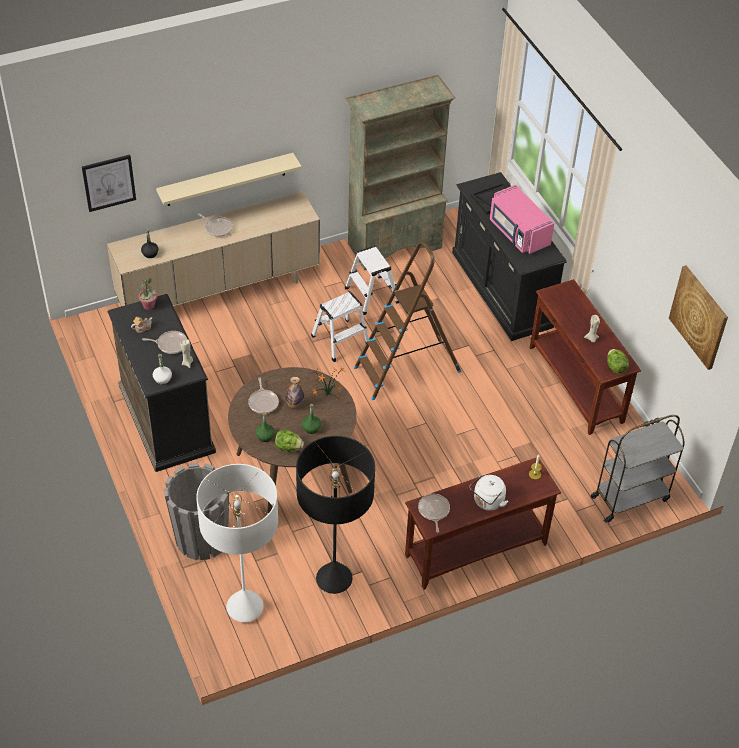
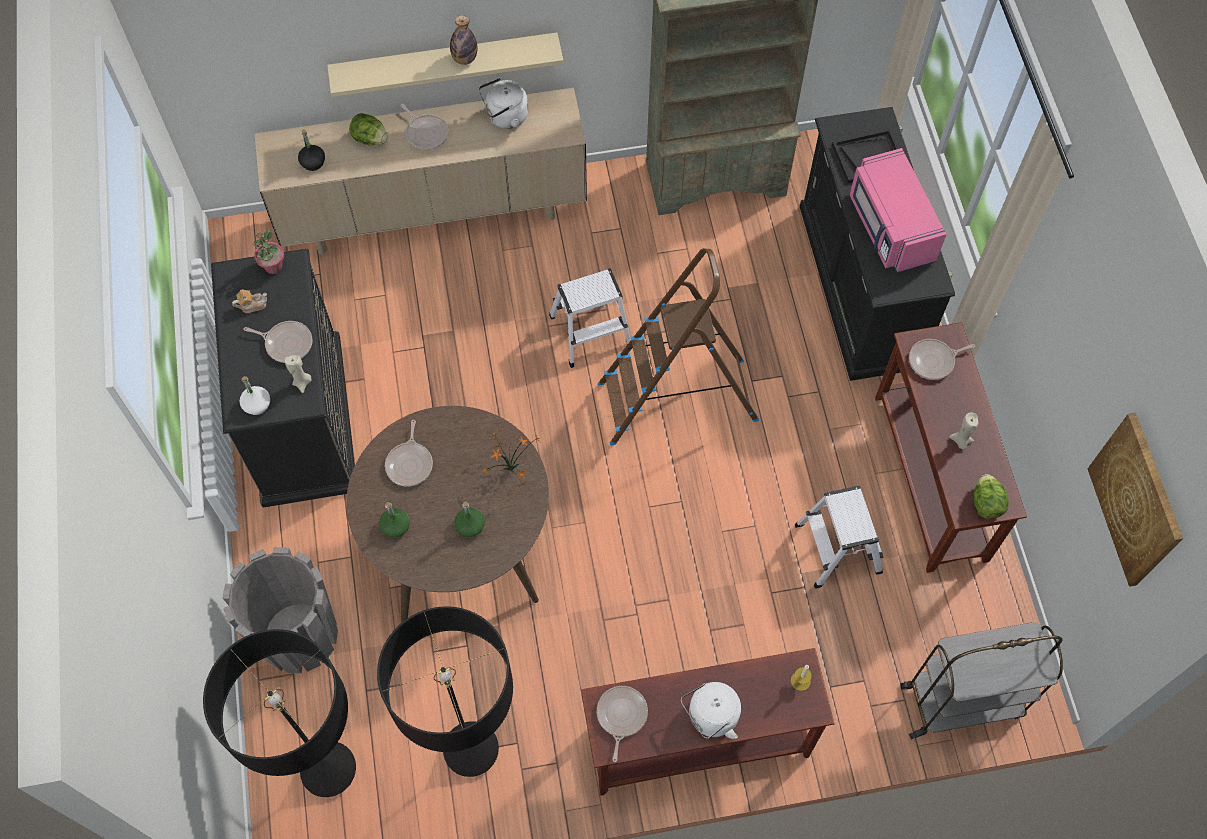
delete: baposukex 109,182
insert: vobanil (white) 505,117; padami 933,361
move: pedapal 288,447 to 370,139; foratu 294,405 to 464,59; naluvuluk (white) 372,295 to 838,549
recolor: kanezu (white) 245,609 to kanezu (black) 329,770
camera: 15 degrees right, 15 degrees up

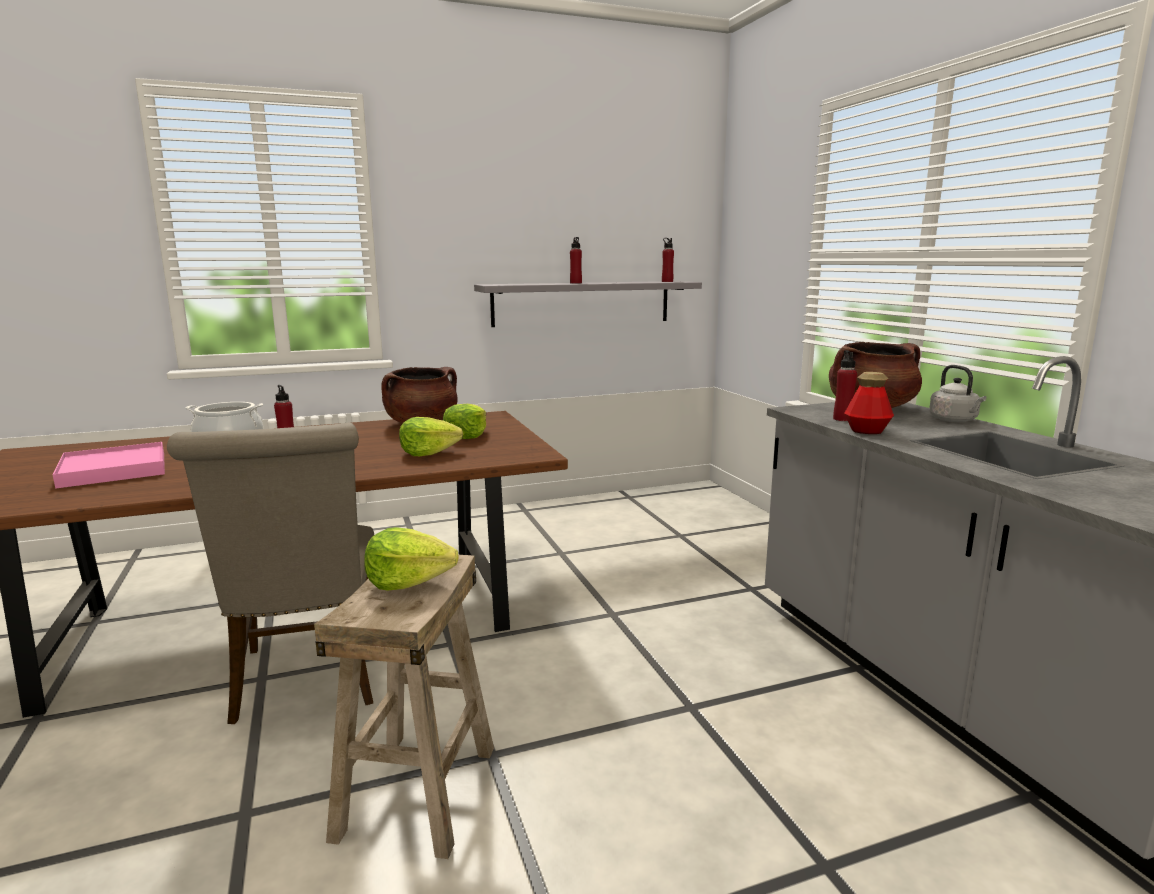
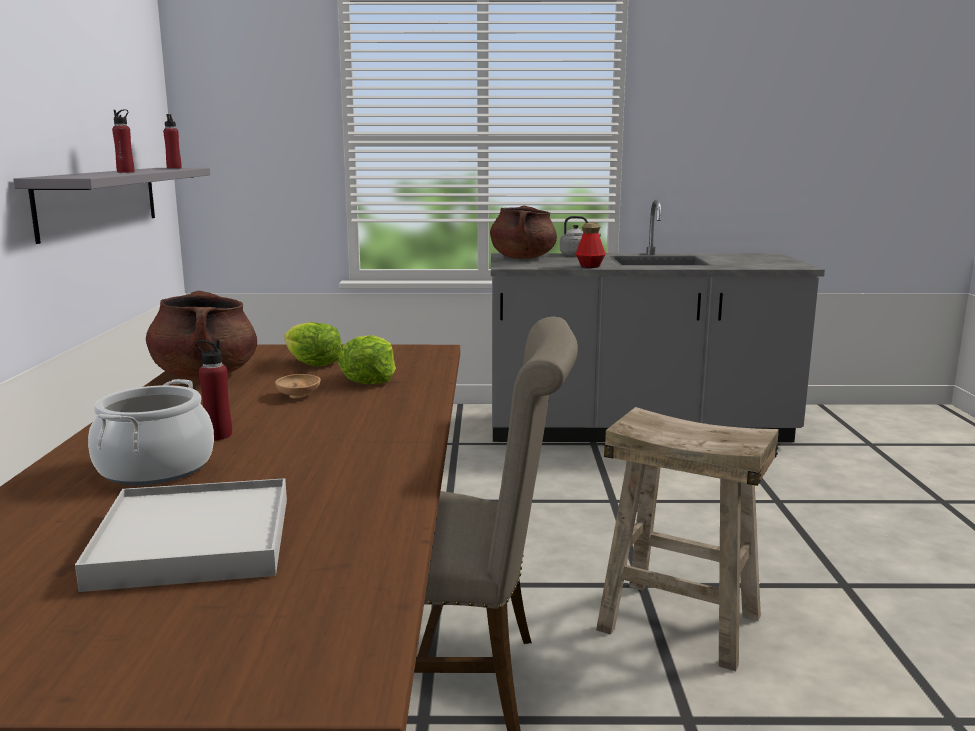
delete: pedapal 408,581; foratu (red) 842,419
insert: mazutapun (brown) 298,395
recolor: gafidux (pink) 113,470 to gafidux (white) 195,541
camera: 70 degrees left, 0 degrees up

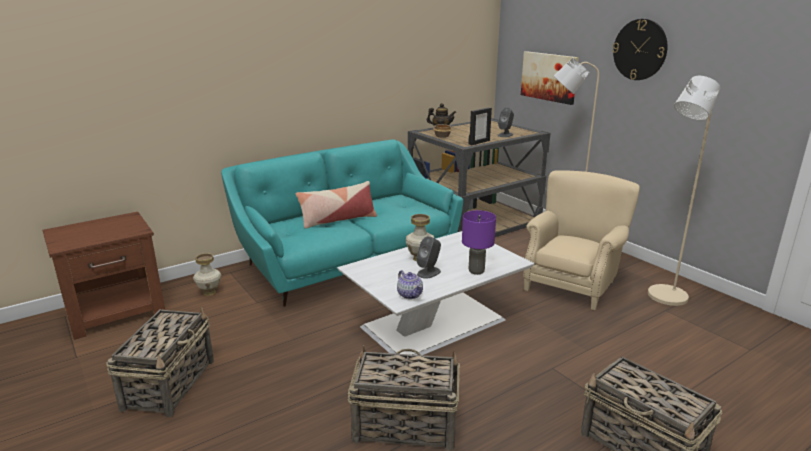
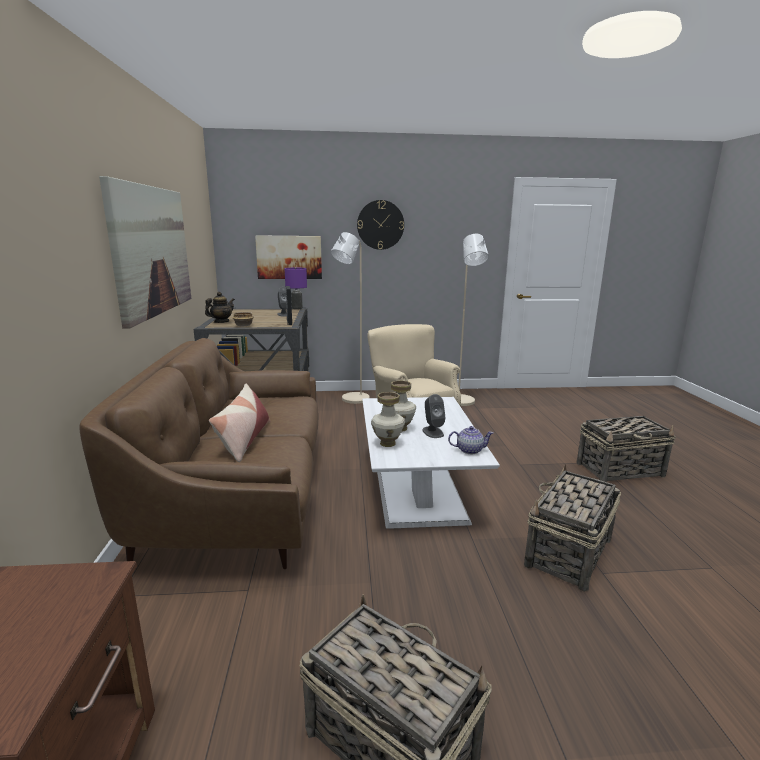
insert: baposukex 152,250
move: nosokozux 209,292 to 387,443; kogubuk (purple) 477,272 to 297,308
recolor: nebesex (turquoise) 346,262 to nebesex (brown) 239,496
camera: 60 degrees left, 5 degrees down

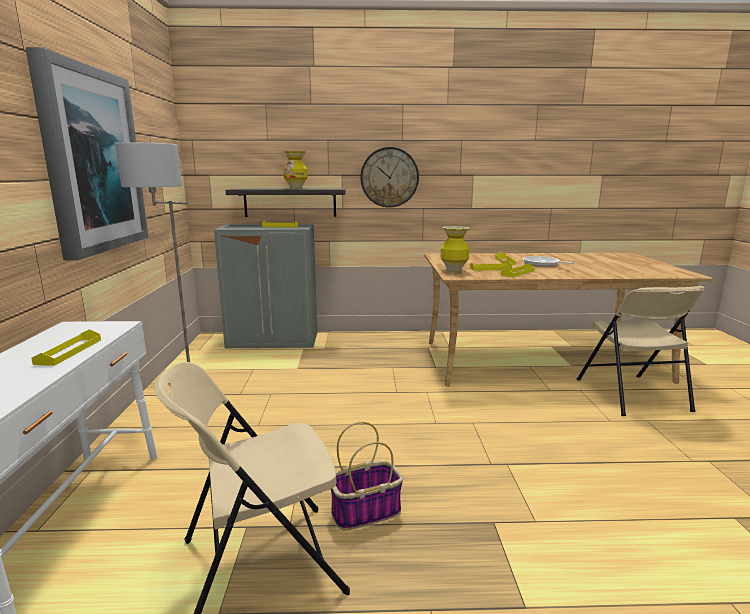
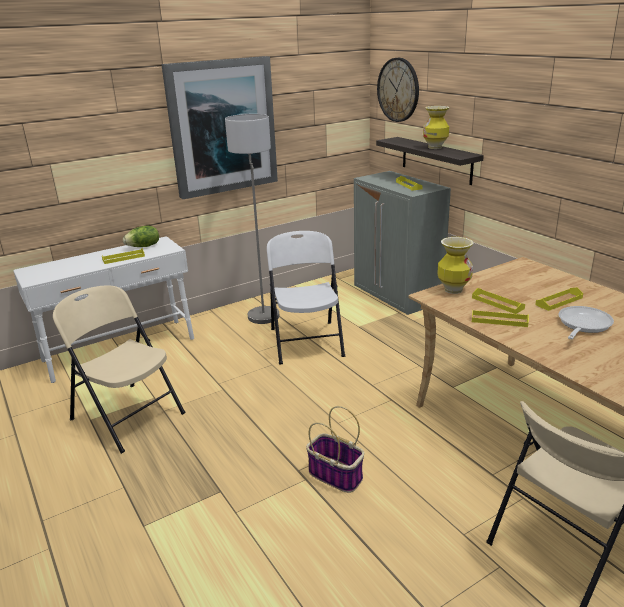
insert: pedapal 144,246; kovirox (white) 306,342
move: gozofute 366,511 to 336,475; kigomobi 389,177 to 398,90
camera: 60 degrees right, 10 degrees up

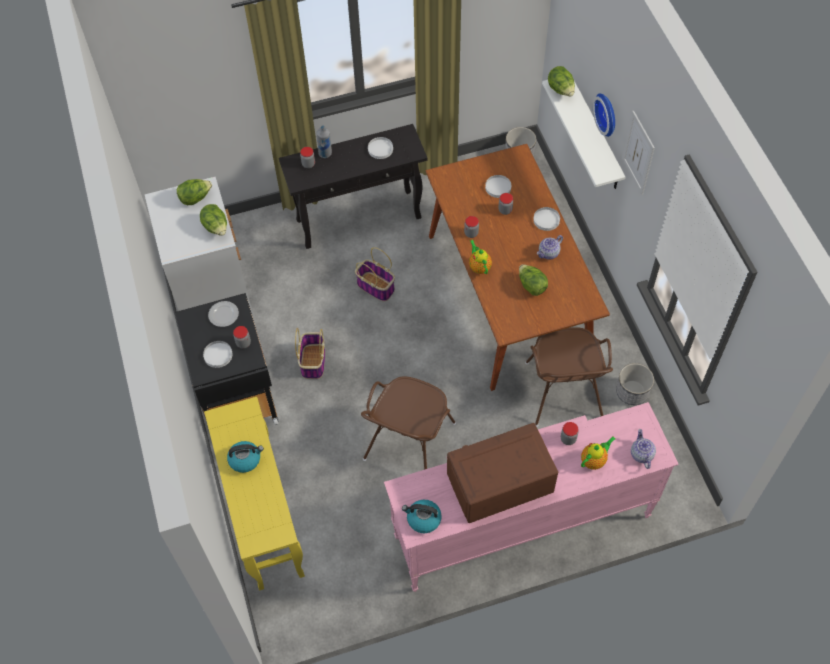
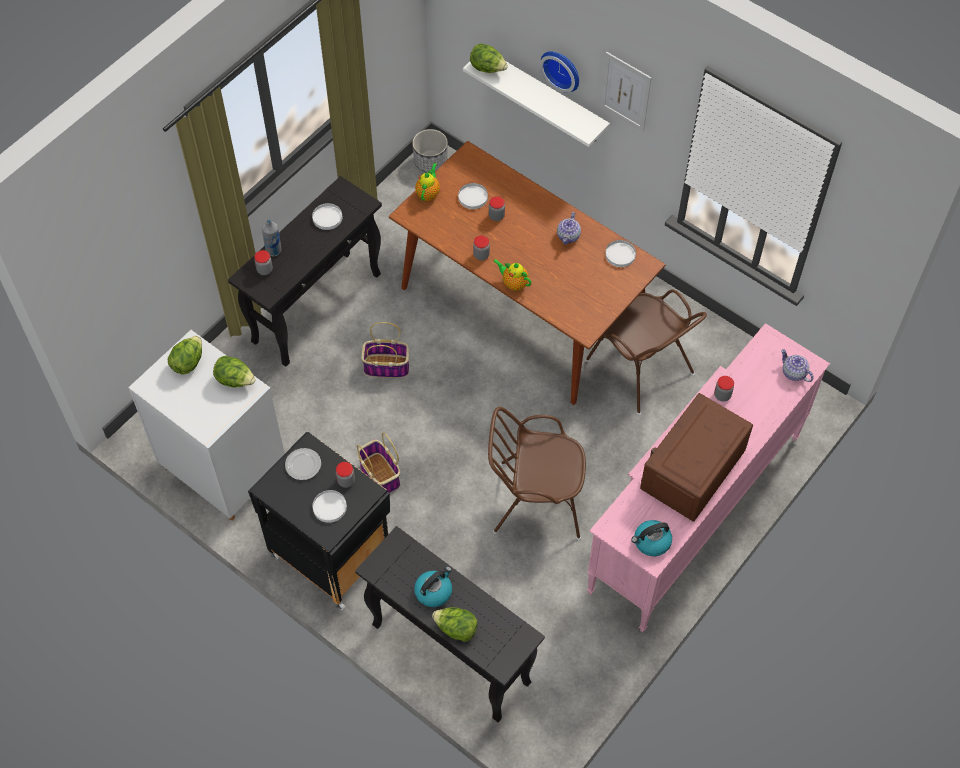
delete: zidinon 632,392
move: pedapal 531,286 to 456,629; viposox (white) 546,220 to 620,255; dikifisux 594,460 to 428,193
recolor: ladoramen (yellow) 264,519 to ladoramen (black) 449,653
rotate: kovirox (brown) 408,444 = 534,500 105 degrees clockwise
camera: 35 degrees left, 0 degrees up

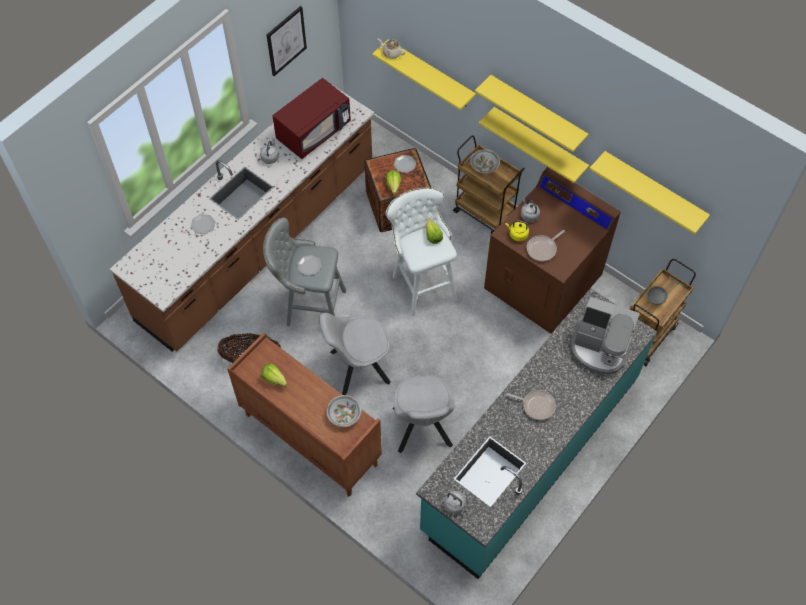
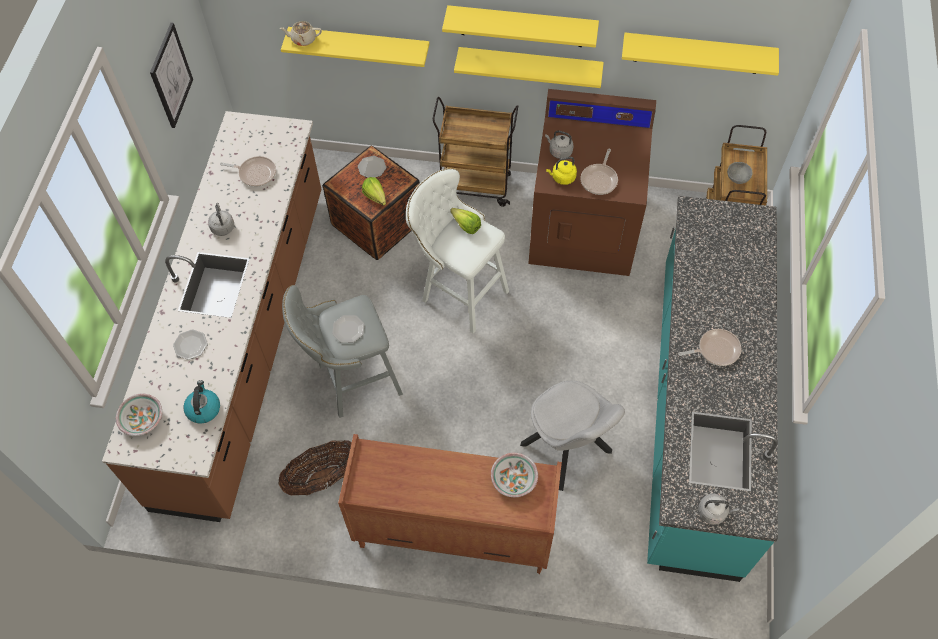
delete: pedapal 276,381; kovirox (grey) 358,367; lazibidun 600,348
insert: vobanil 203,409
move: mazutapun 484,166 to 142,419
replace: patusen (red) 313,131 to padami 255,173
camera: 30 degrees left, 0 degrees up

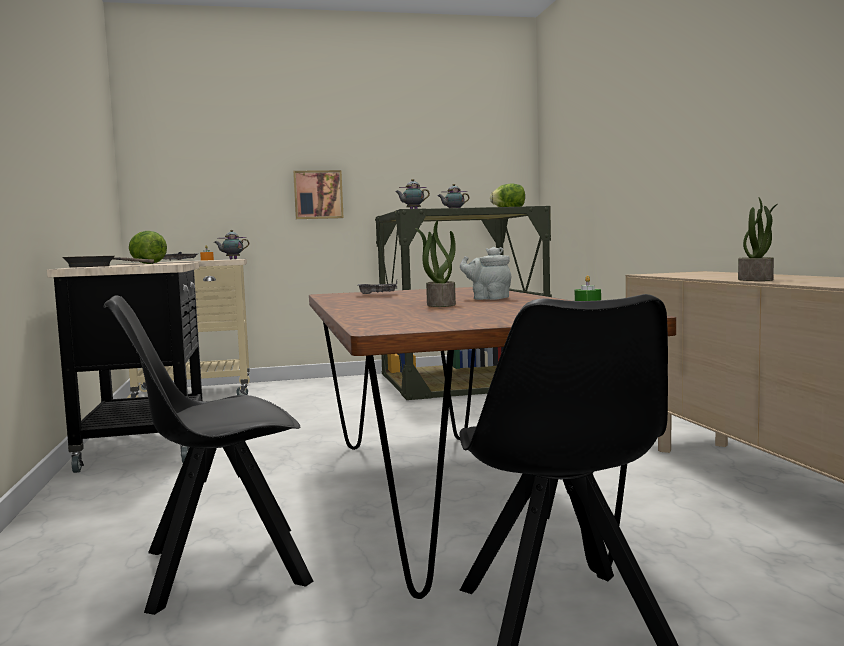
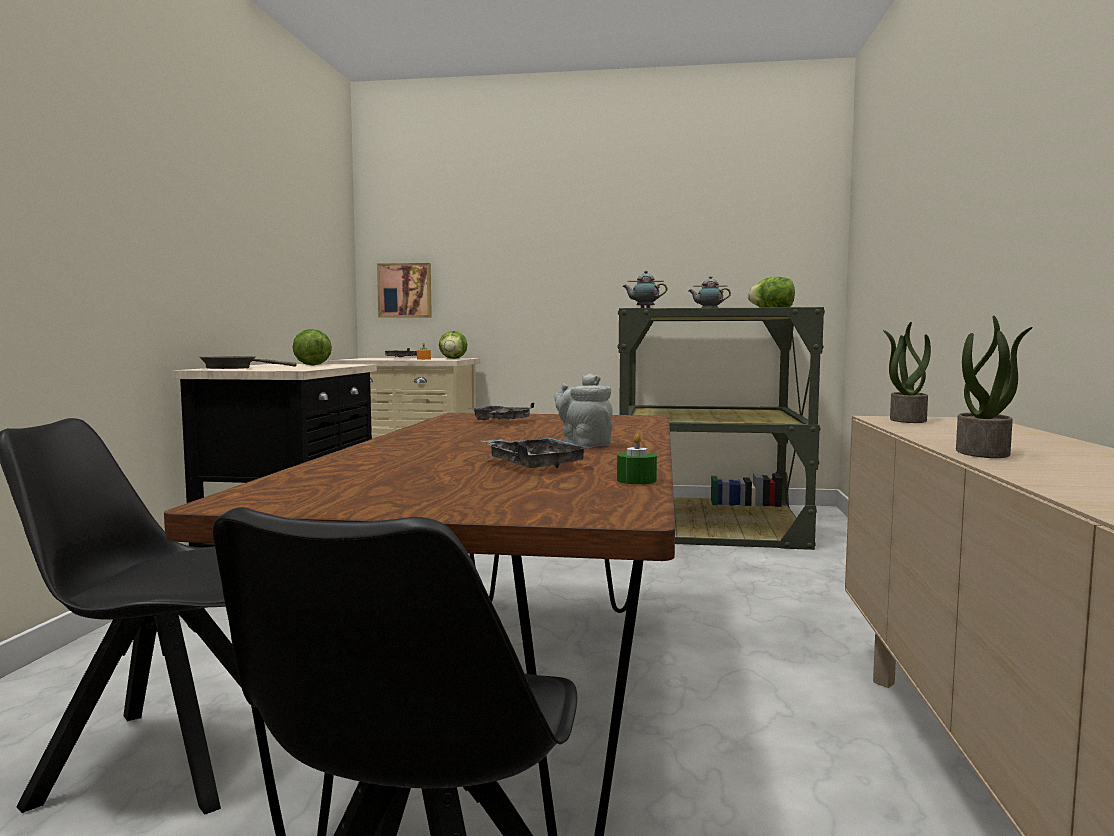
insert: gafidux (grey) 533,465
move: baposukex 318,195 to 405,290; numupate 440,305 to 906,420
replace: dikifisux 232,259 to pedapal 453,359
camera: 20 degrees right, 0 degrees up

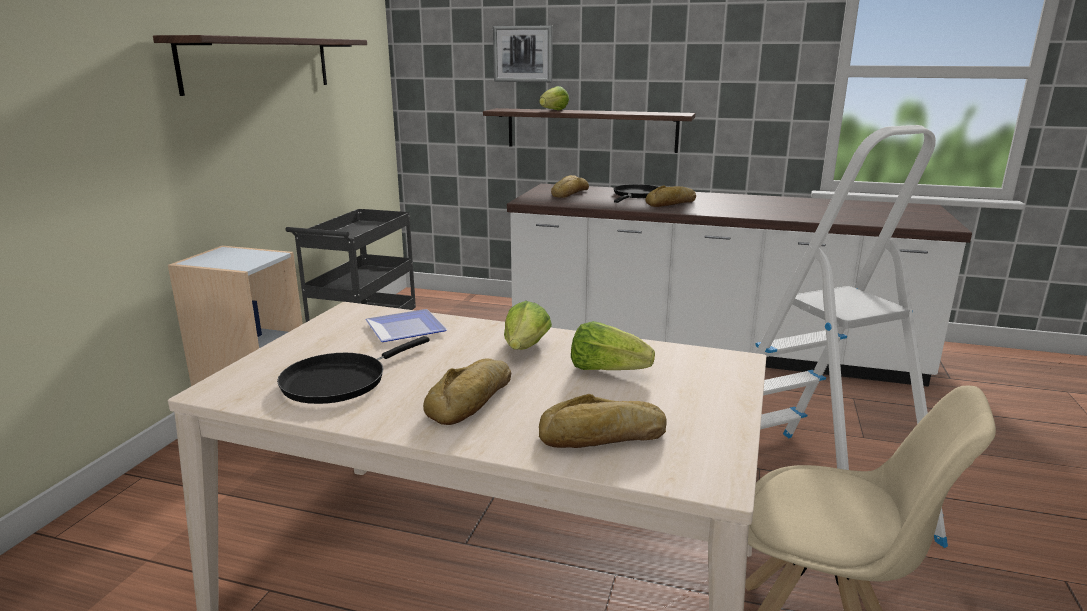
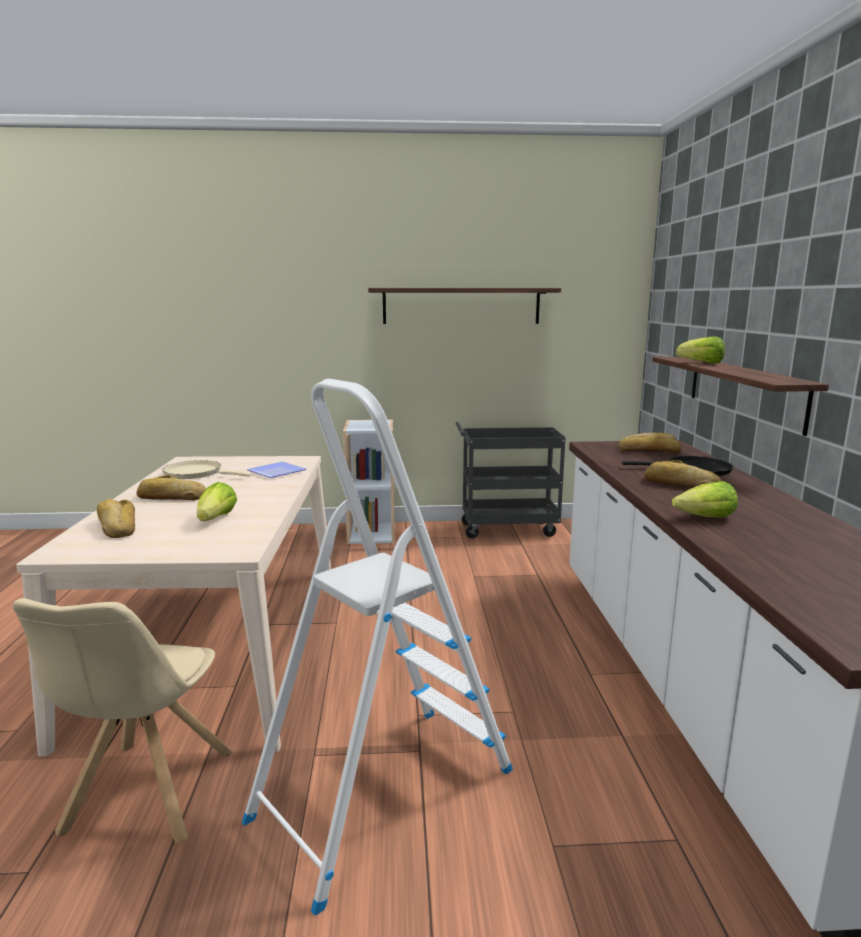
delete: baposukex 523,54
move: pedapal 526,347 to 705,518
recolor: padami (black) 340,381 to padami (beige) 196,473
camera: 70 degrees right, 5 degrees down

